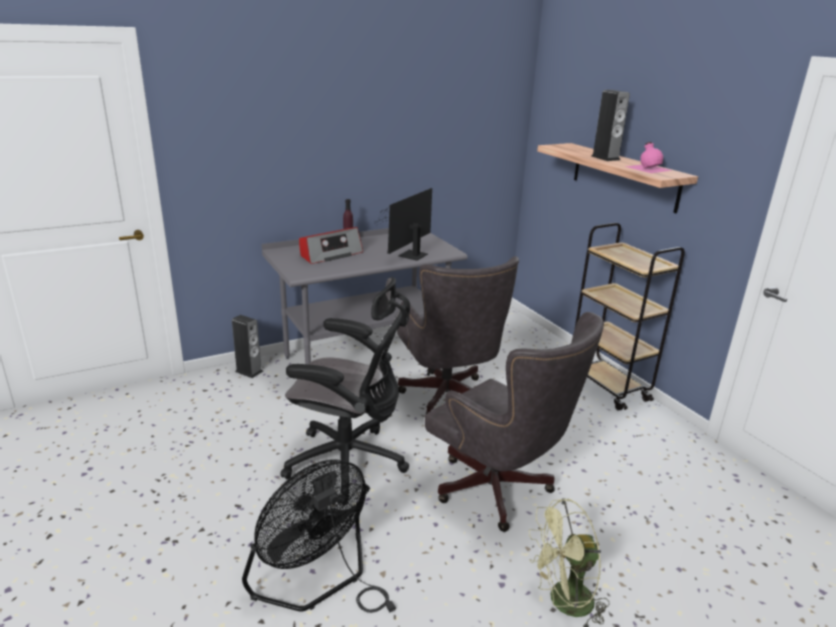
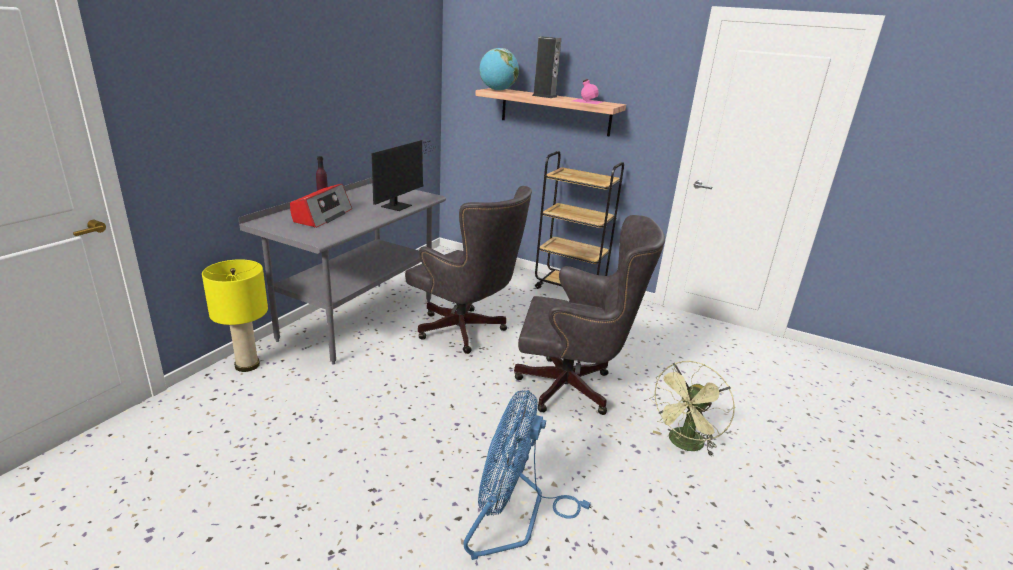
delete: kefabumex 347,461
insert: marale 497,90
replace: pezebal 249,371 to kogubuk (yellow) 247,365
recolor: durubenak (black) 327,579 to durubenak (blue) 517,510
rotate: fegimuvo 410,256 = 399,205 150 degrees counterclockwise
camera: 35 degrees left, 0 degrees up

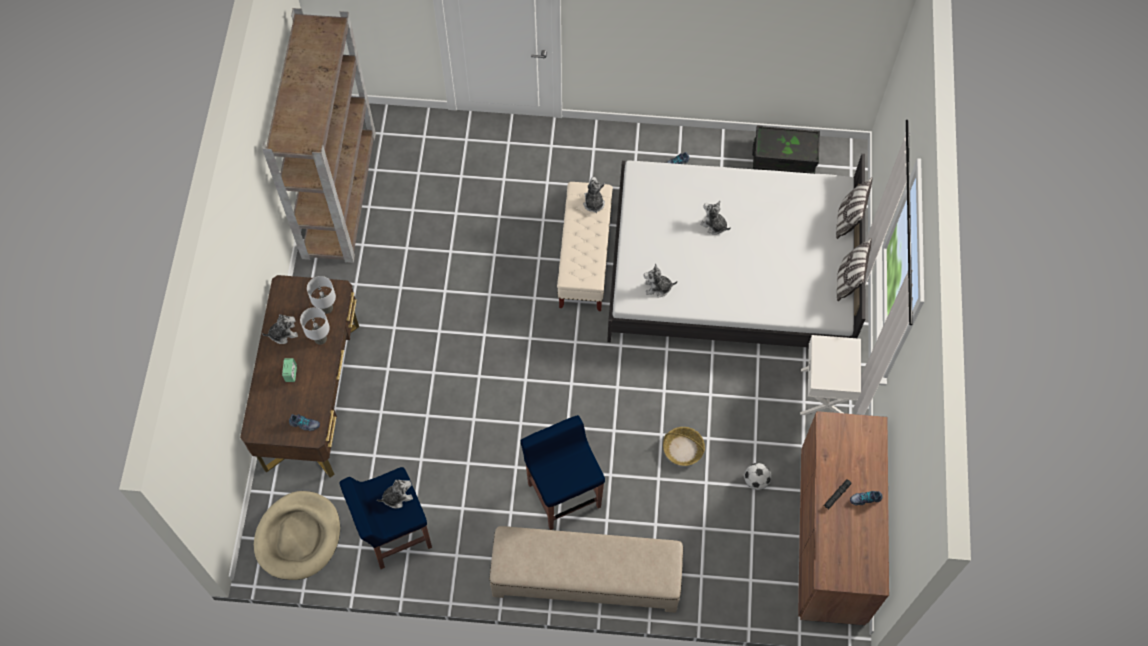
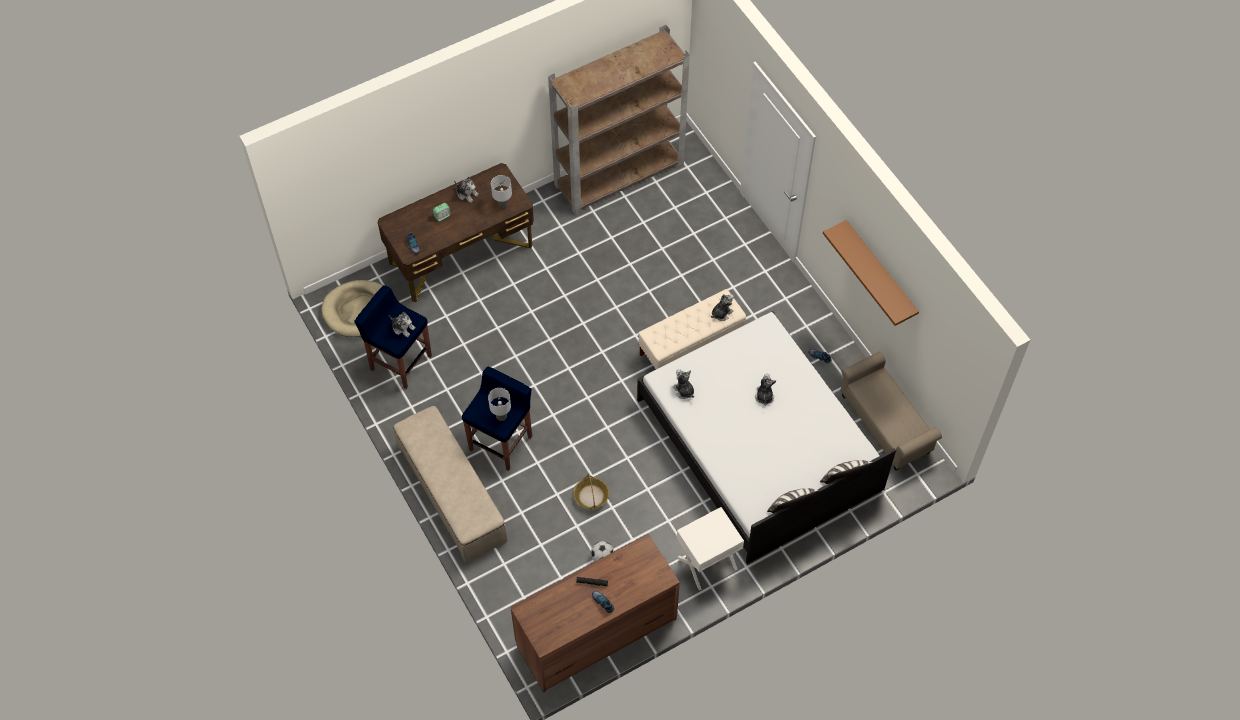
insert: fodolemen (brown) 880,272
move: kogubuk (white) 321,340 to 501,417
replace: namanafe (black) 784,158 to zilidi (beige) 885,424
camera: 55 degrees right, 5 degrees down

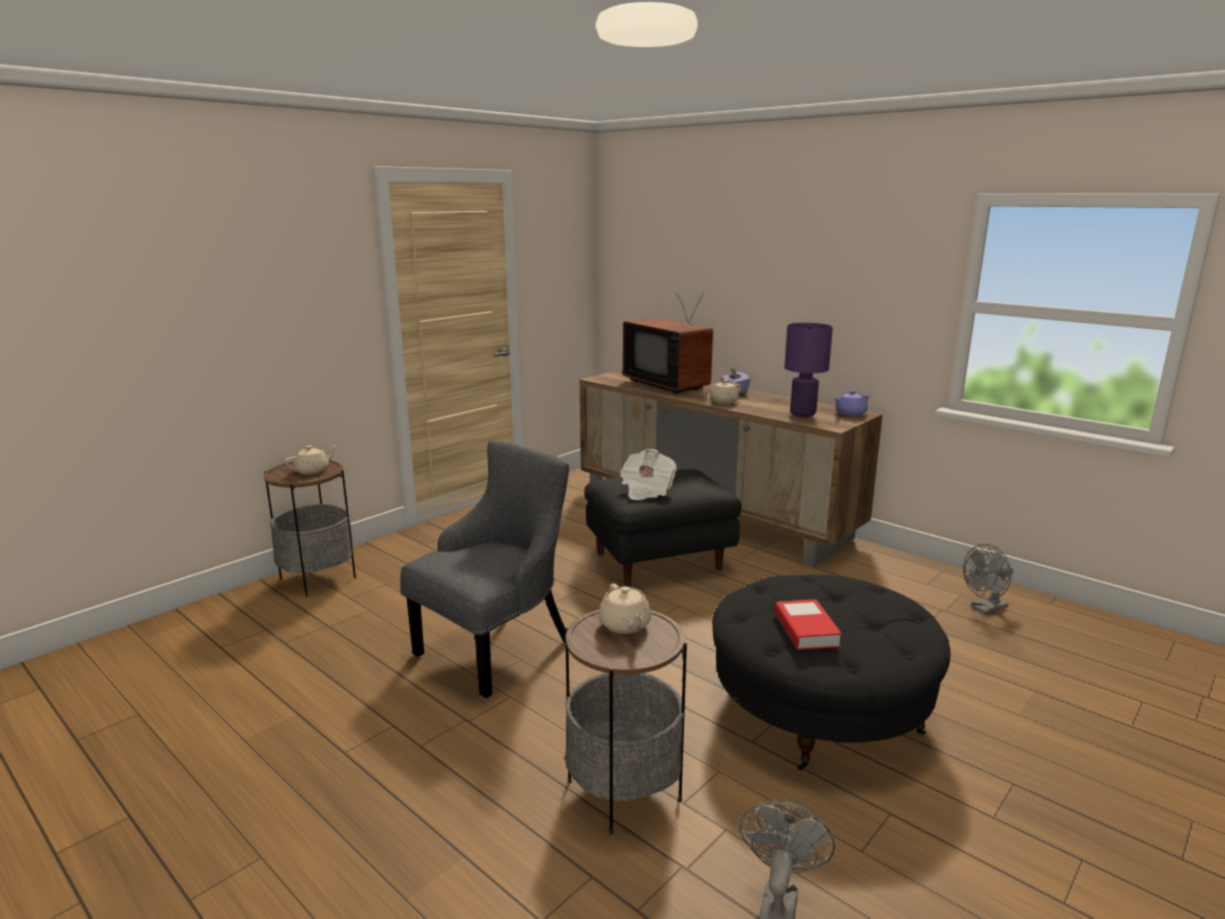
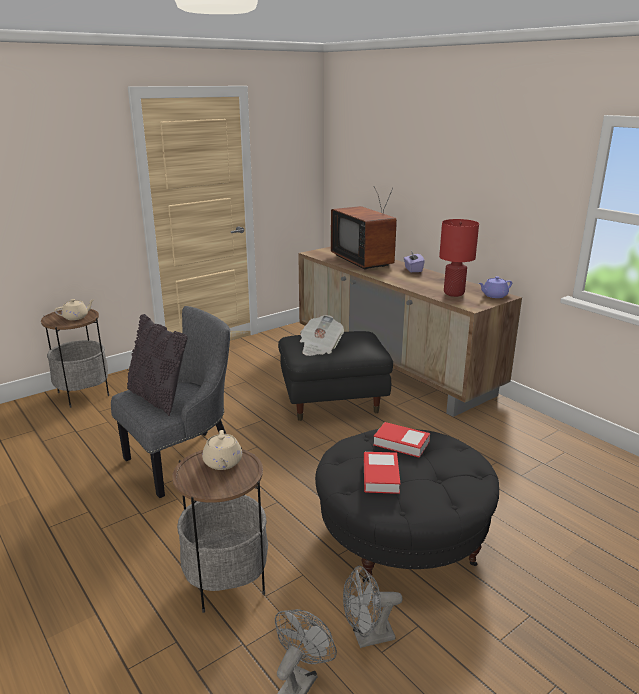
delete: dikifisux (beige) 723,402
insert: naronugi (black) 158,398; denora 401,443
move: durubenak (grey) 985,609 to 367,637
recolor: kogubuk (purple) 802,415 to kogubuk (red) 453,295
camera: 10 degrees right, 5 degrees up

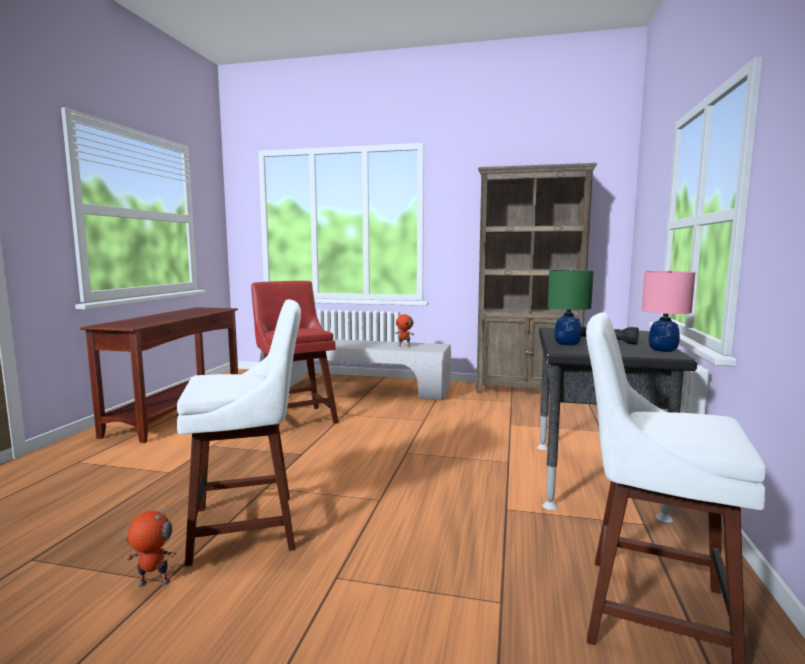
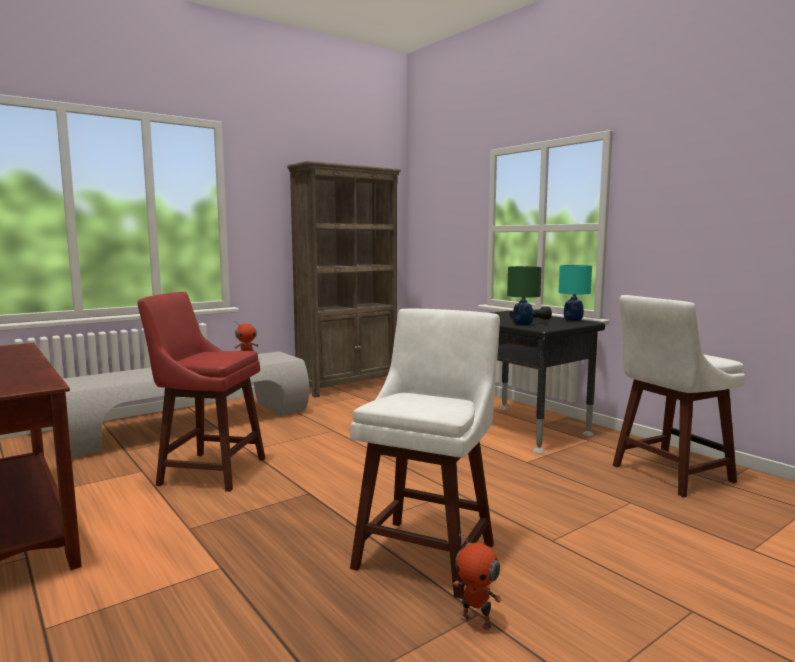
recolor: kogubuk (pink) 661,350 to kogubuk (turquoise) 572,320
rotate: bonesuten 153,584 = 476,621 90 degrees counterclockwise
camera: 50 degrees left, 0 degrees up

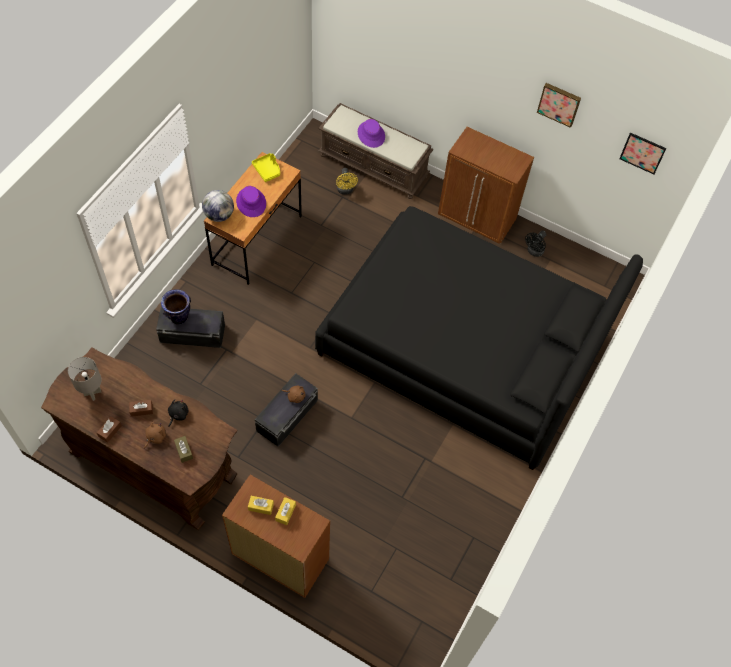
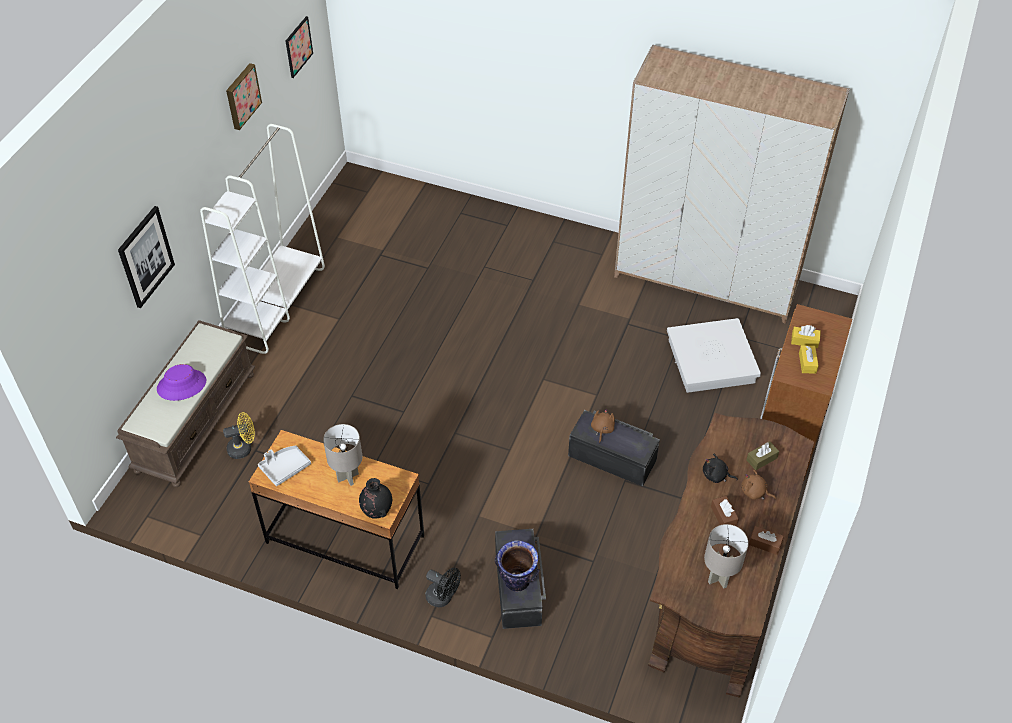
delete: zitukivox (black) 462,347
insert: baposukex 145,257; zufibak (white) 707,280; namanafe (white) 711,361
move: durubenak (black) 534,252 to 443,597
replace: marale 219,215 to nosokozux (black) 377,511; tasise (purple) 251,202 to kogubuk (grey) 348,476; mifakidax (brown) 477,216 to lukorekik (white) 277,306
recolor: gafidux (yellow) 267,170 to gafidux (grey) 285,468
camera: 95 degrees left, 10 degrees down

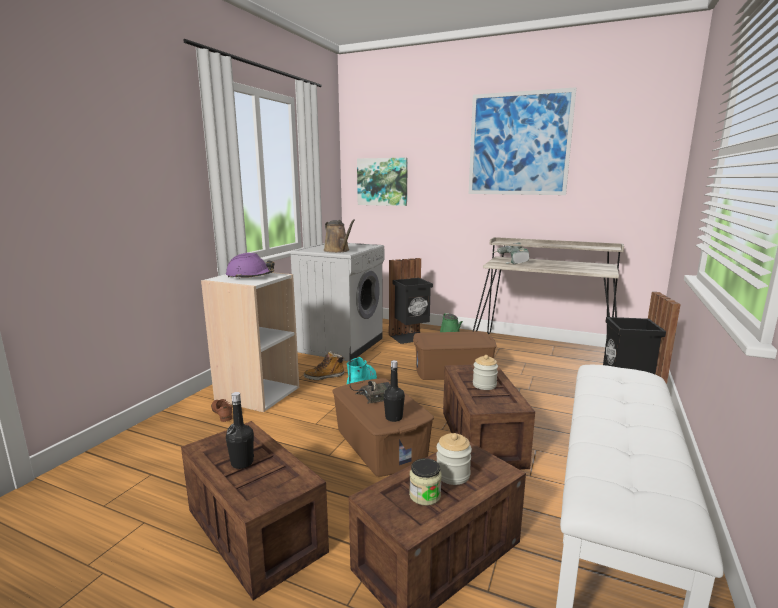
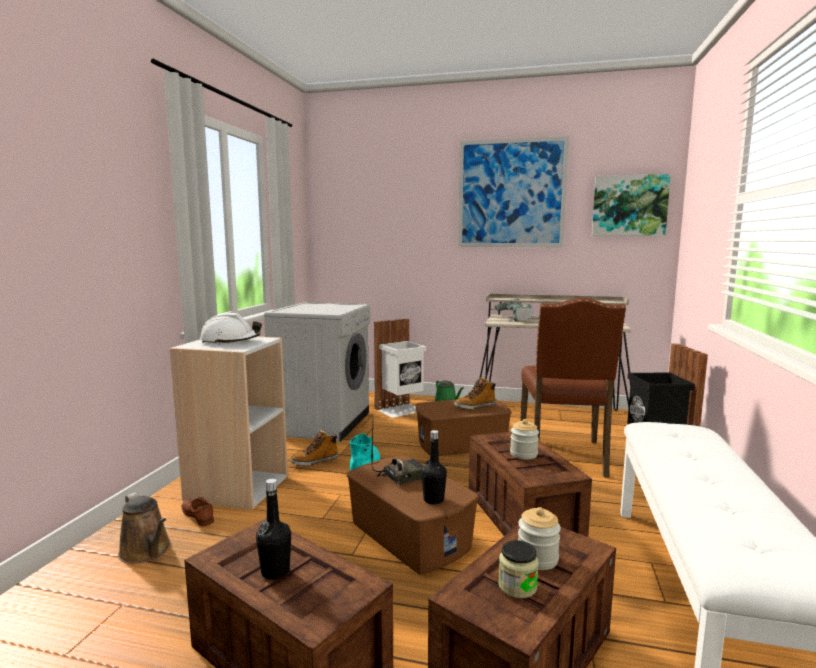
insert: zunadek 475,407; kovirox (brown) 564,457
move: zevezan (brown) 338,251 to 147,551; baposukex 382,182 to 629,206
recolor: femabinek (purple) 250,276 to femabinek (white) 230,341; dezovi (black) 410,337 to dezovi (white) 401,410
camera: 10 degrees left, 5 degrees down

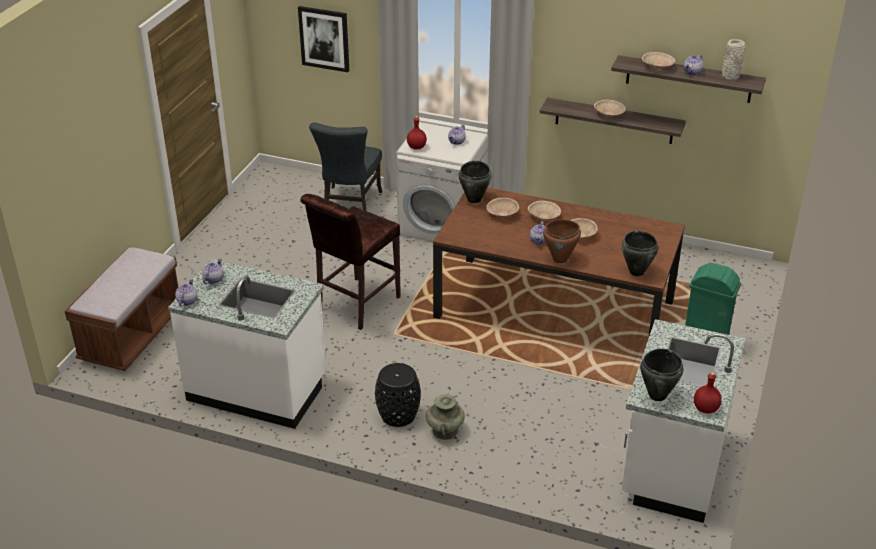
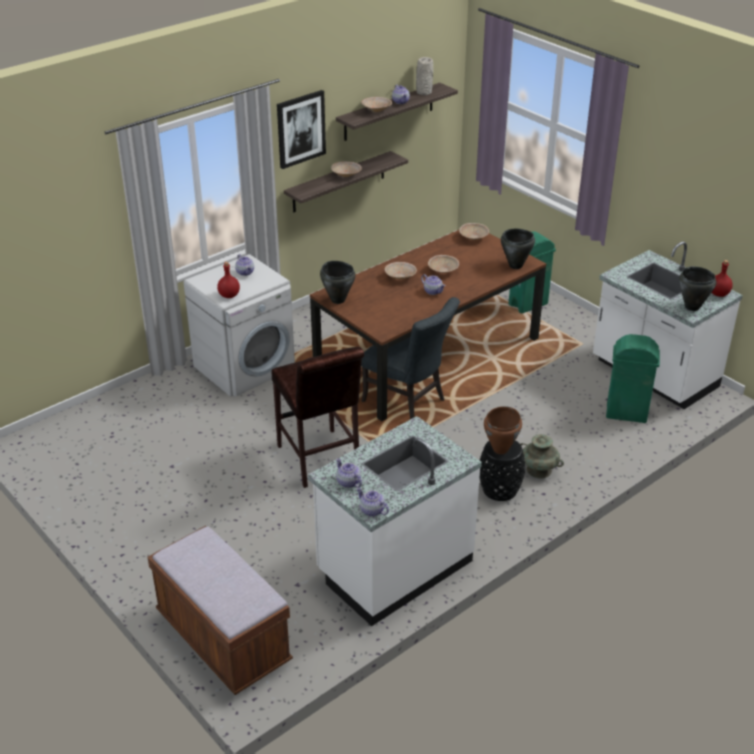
insert: dezovi (green) 627,414
move: baposukex 324,38 to 300,129; kovirox (grey) 349,206 to 408,402; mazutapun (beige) 502,214 to 473,238; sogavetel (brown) 560,259 to 501,449
camera: 60 degrees left, 0 degrees up

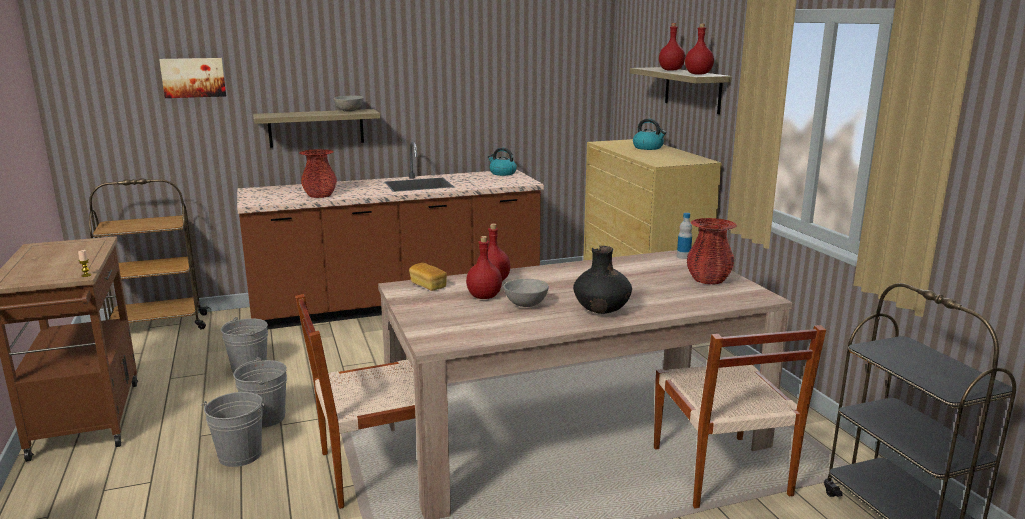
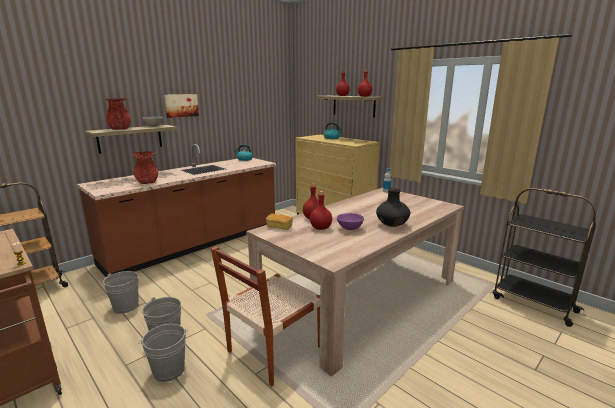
delete: kovirox 721,474
move: baposukex 193,77 to 181,105; nosokozux (red) 708,280 to 120,129
recolor: mazutapun (grey) 525,305 to mazutapun (purple) 349,229
camera: 25 degrees left, 0 degrees up

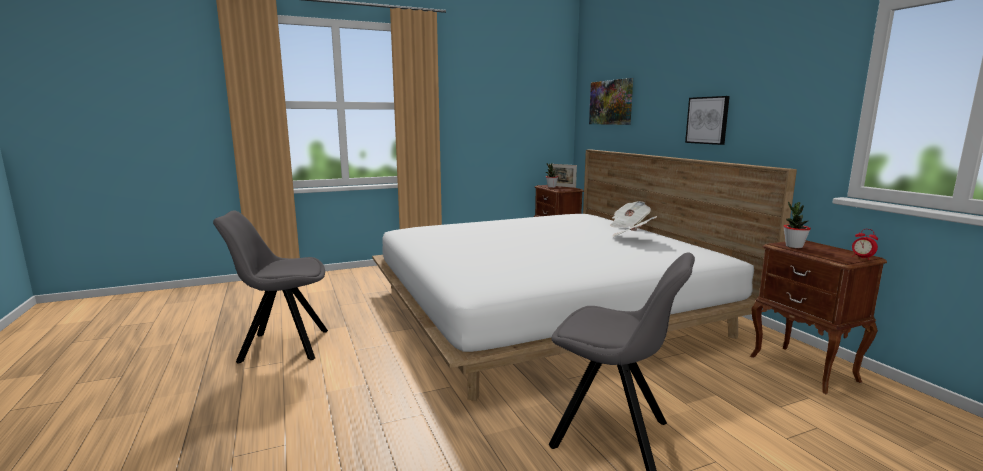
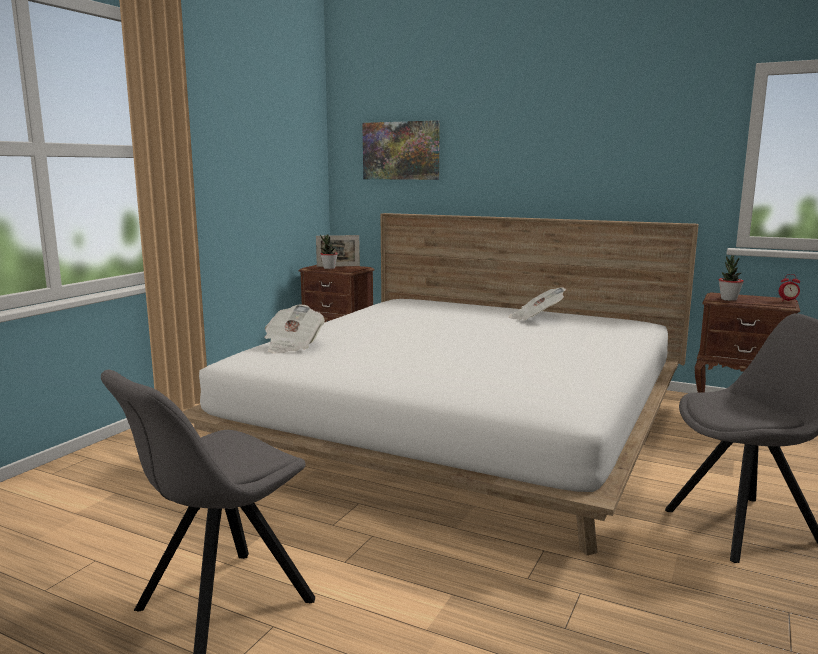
delete: baposukex 707,120
move: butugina 628,225 to 292,346
camera: 40 degrees left, 0 degrees up

